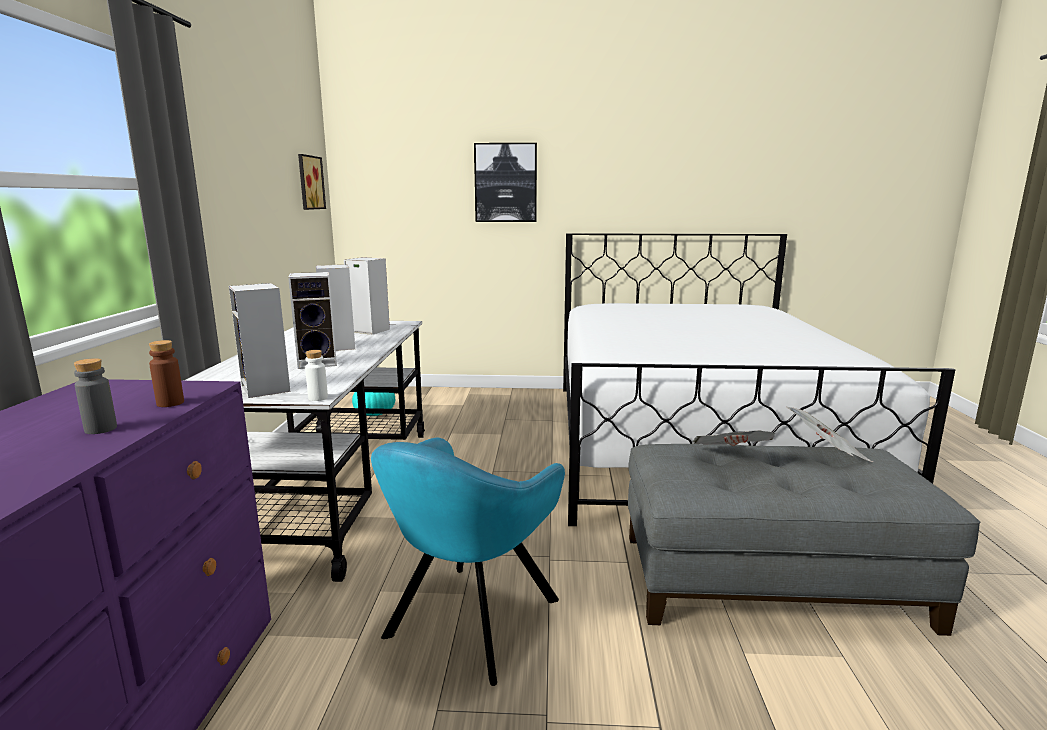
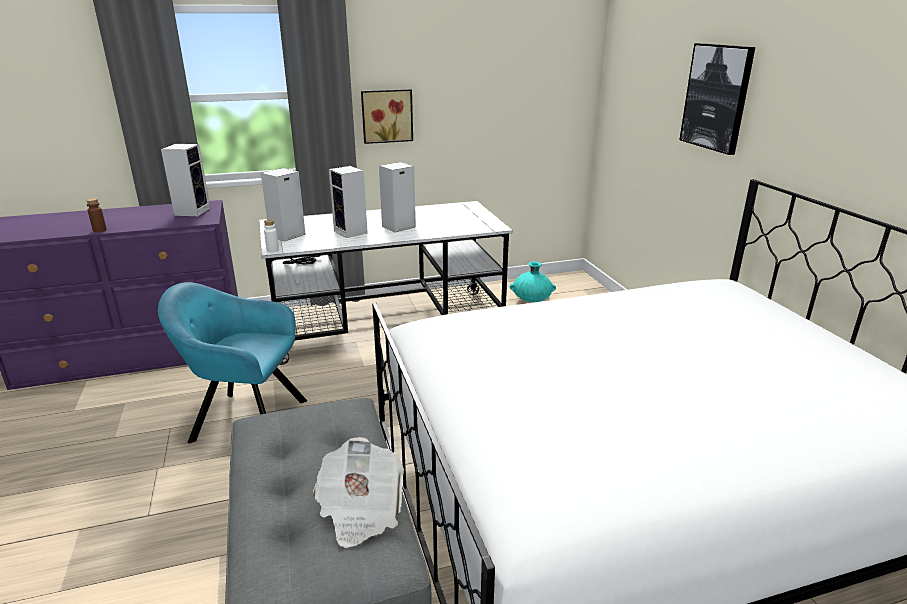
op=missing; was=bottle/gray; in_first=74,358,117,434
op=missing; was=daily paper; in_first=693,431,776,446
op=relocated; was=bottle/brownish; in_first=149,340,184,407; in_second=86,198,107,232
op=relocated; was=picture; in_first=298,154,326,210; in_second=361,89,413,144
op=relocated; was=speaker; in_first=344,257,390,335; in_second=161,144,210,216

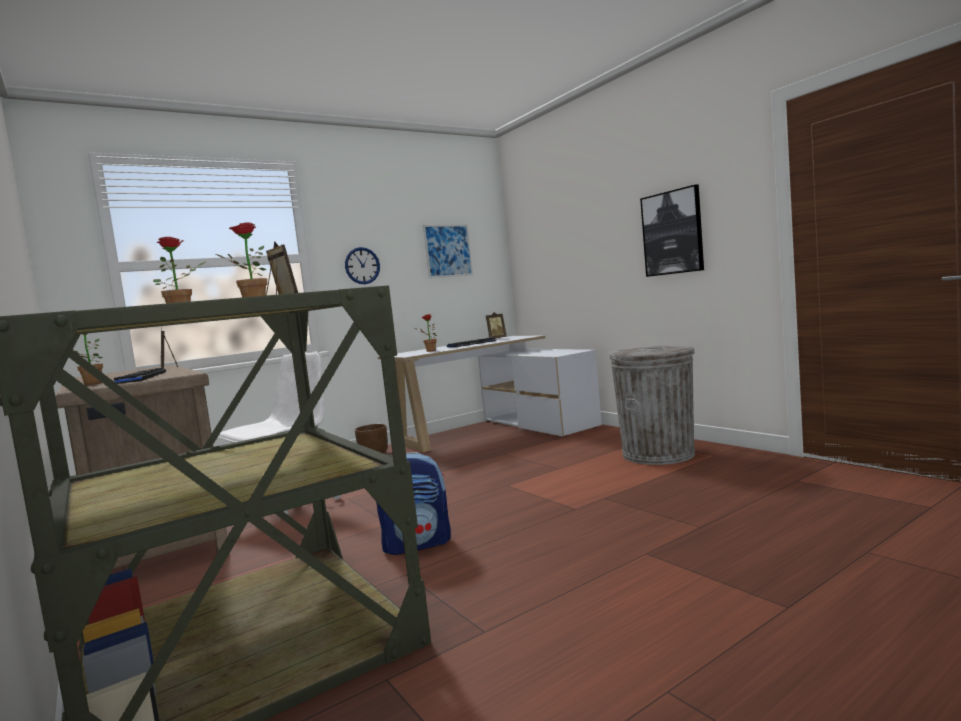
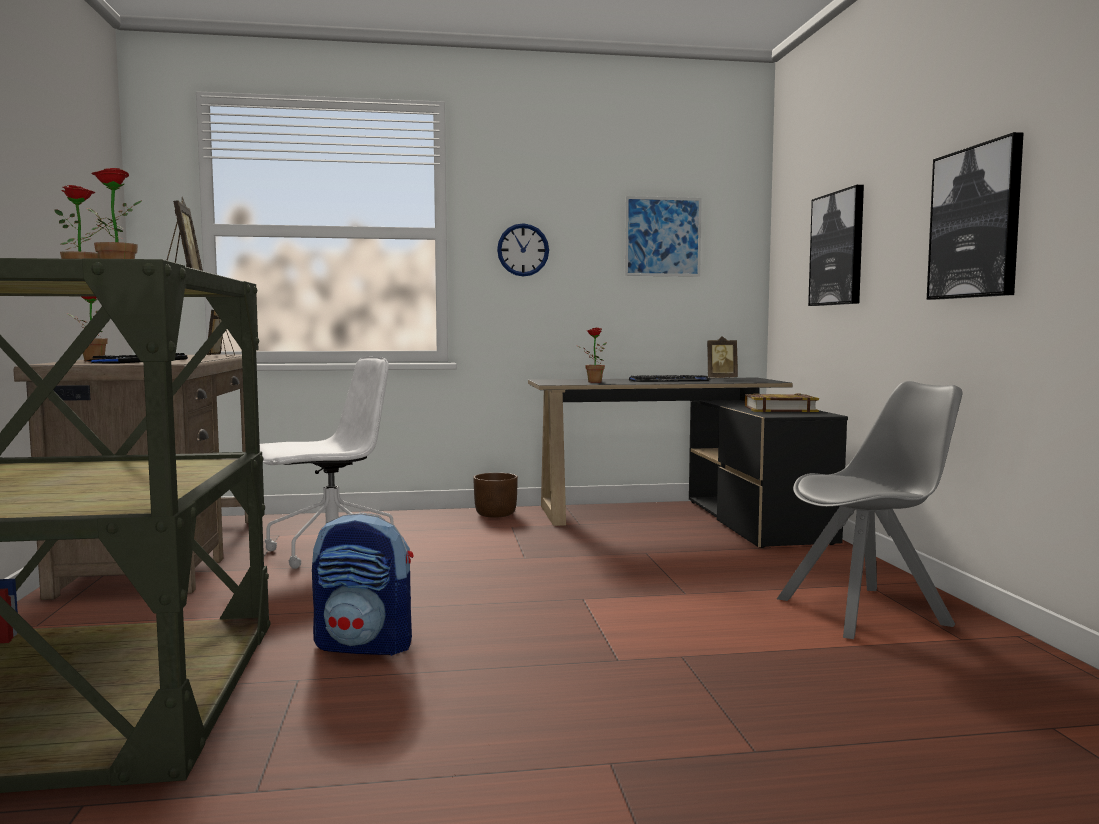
op=appeared; now=bound book; in_second=745,393,819,412
op=appeared; now=picture; in_second=808,185,864,306
op=exchanged; was=trash can/gray; now=plain chair/gray; in_first=608,345,695,465; in_second=777,381,962,639
op=colour; was=desk unit/white; now=desk unit/black-coloured; in_first=377,335,602,452; in_second=528,378,848,548

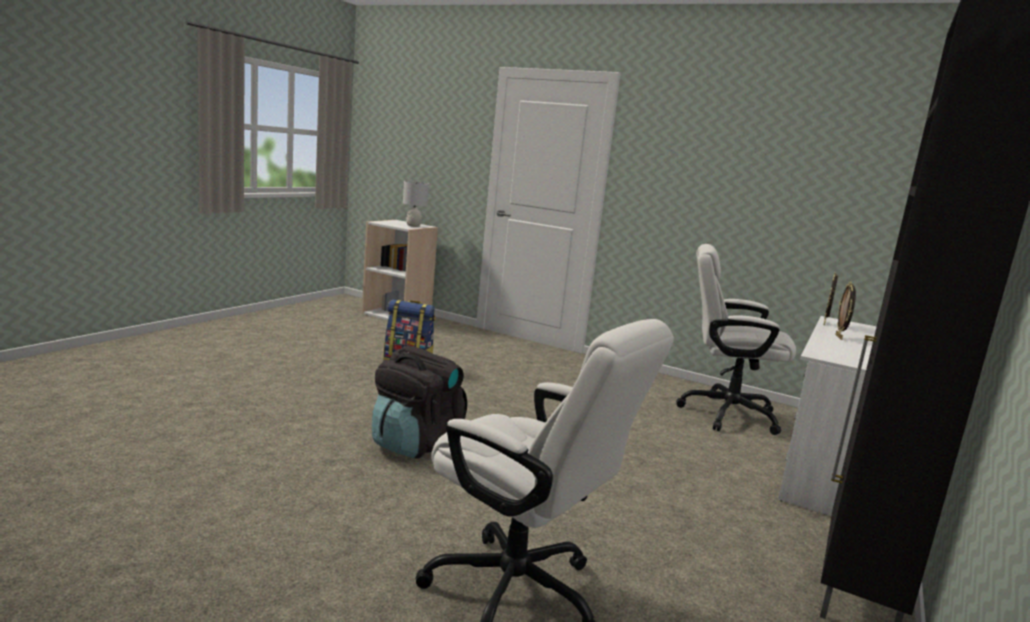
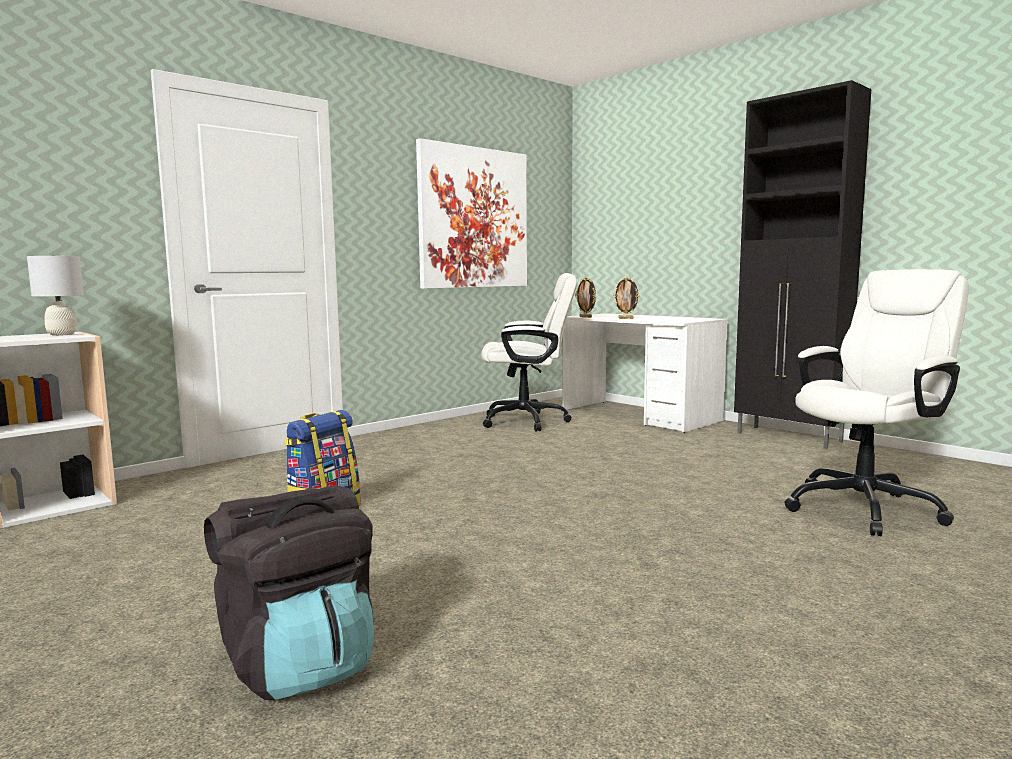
op=appeared; now=picture; in_second=416,138,527,289
op=relocated; was=backpack/black-coloured; in_first=372,346,467,459; in_second=204,486,374,700
op=spun; was=computer chair/white; in_first=676,244,796,435; in_second=481,273,577,431; clockwise=-120

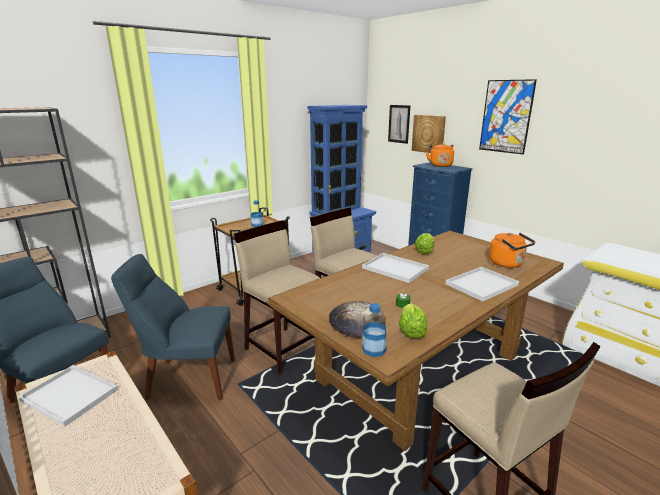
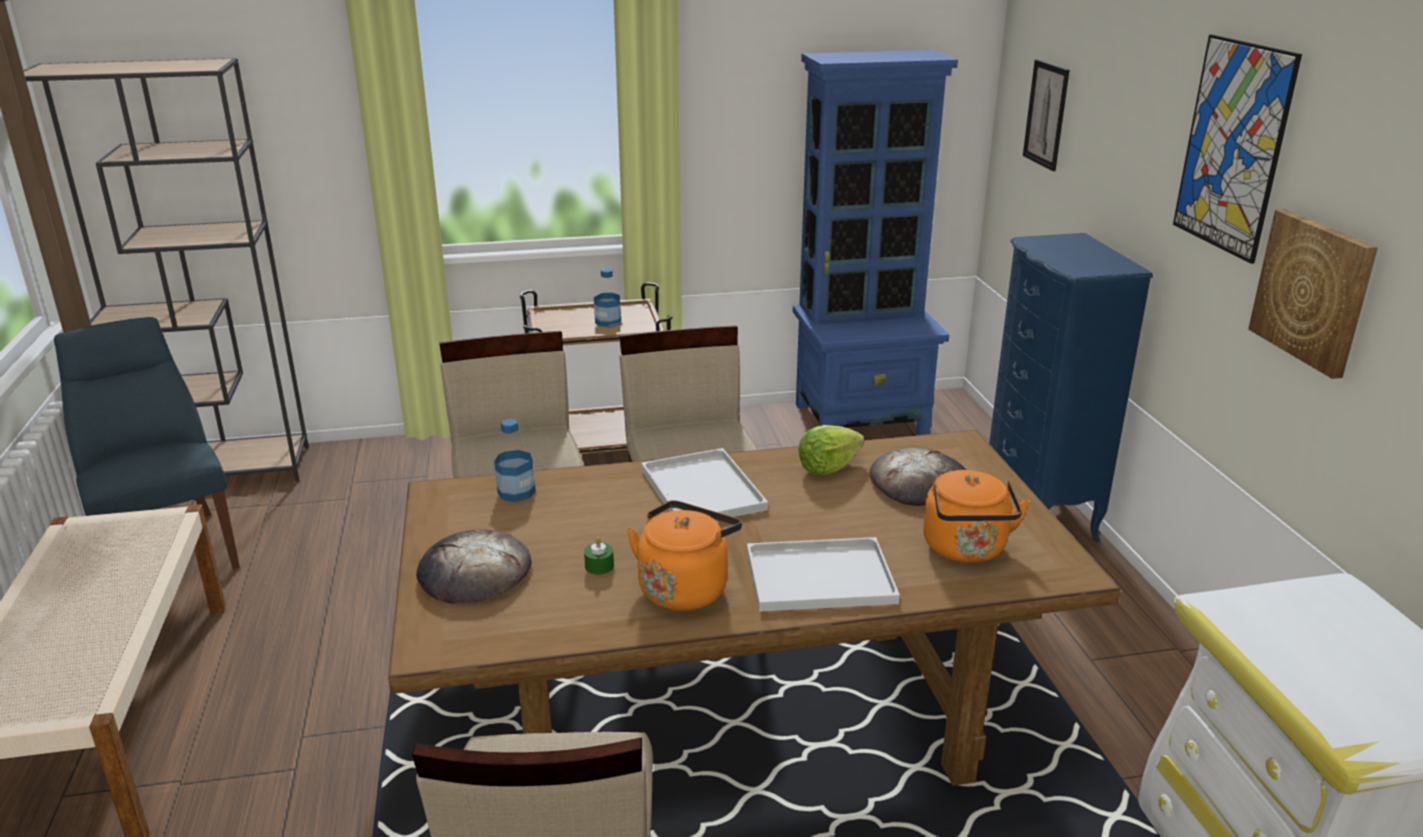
op=missing; was=tray/white; in_first=18,365,118,427
op=missing; was=plain chair/blue; in_first=111,254,235,400
op=missing; was=lettuce head; in_first=399,304,427,338
op=appeared; now=bread; in_second=869,447,966,506
op=relocated; was=bottle; in_first=362,303,386,357; in_second=494,419,536,502
op=relocated; was=picture; in_first=412,115,446,153; in_second=1248,209,1378,379
op=relocated; was=tea kettle/orange-coloured; in_first=426,143,454,167; in_second=626,500,742,611

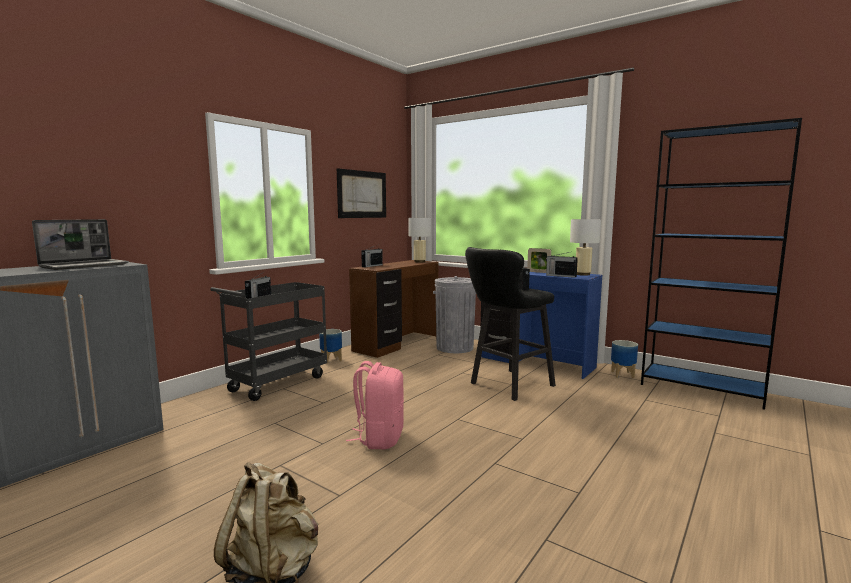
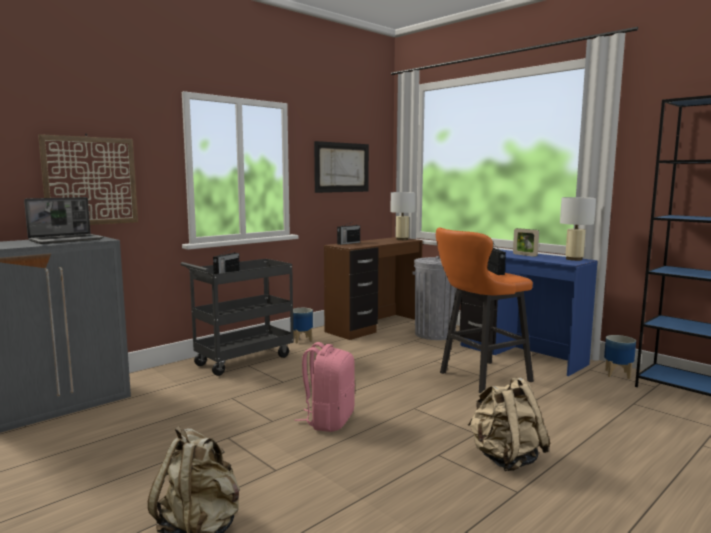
op=missing; was=radio; in_first=546,252,578,278
op=appeared; now=picture; in_second=38,134,138,225
op=appeared; now=backpack/sand-coloured; in_second=468,377,551,471
op=colour; was=sitting stool/black-coloured; now=sitting stool/orange-coloured; in_first=465,247,556,401; in_second=436,227,534,394

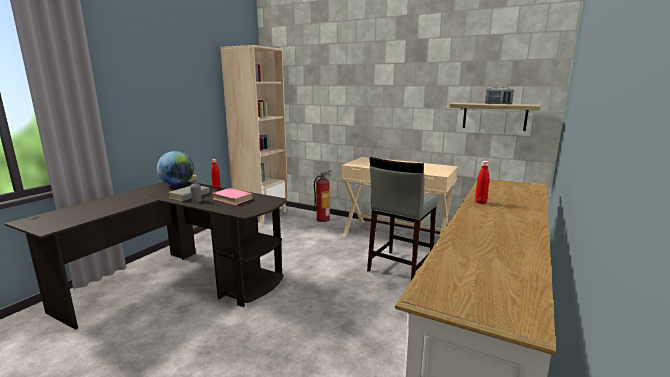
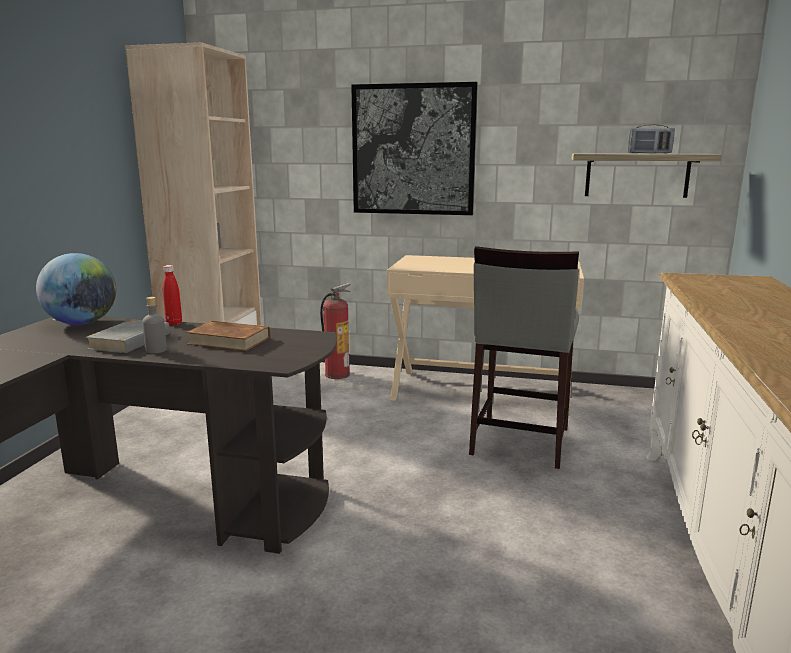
op=missing; was=bottle/red; in_first=475,161,489,204
op=appeared; now=picture; in_second=351,82,478,215
op=colour; was=bound book/pinkish; now=bound book/brownish; in_first=212,188,252,205; in_second=186,321,270,351

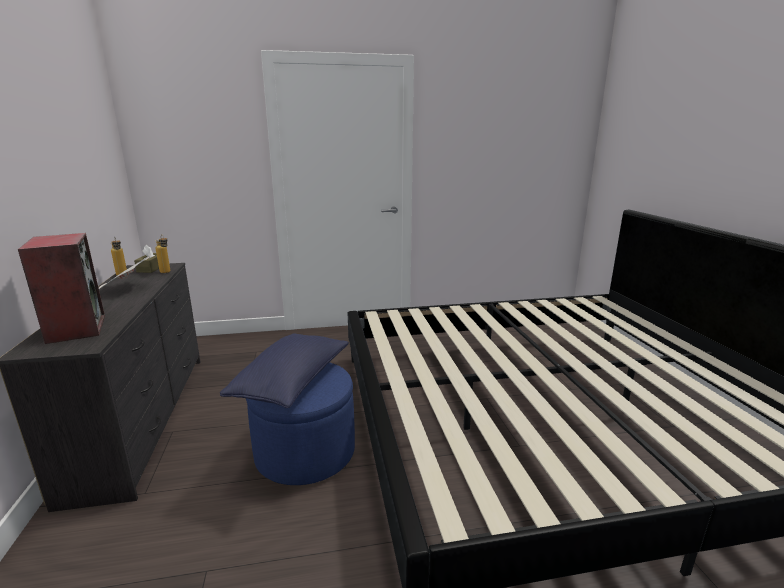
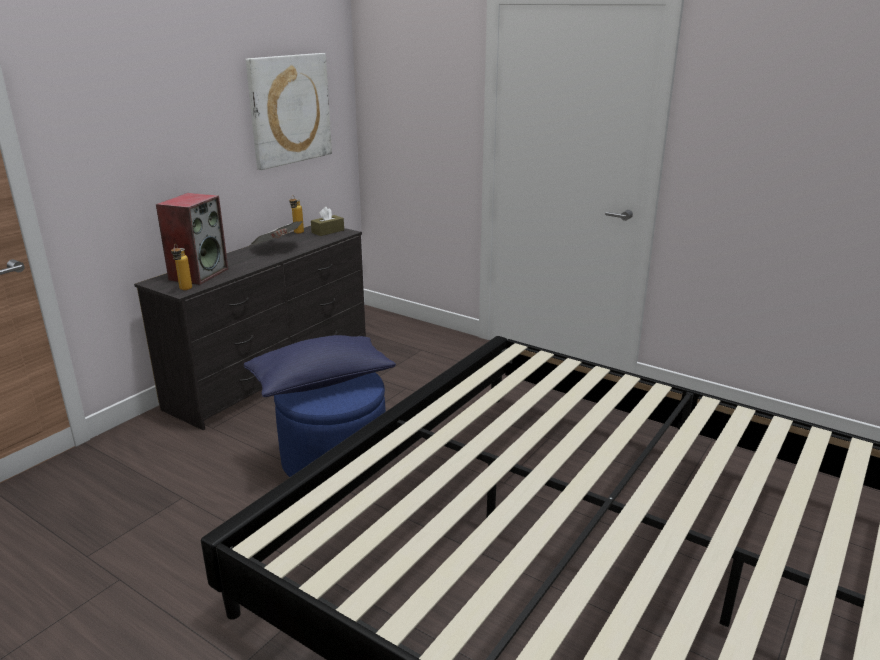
op=appeared; now=picture; in_second=246,53,332,170
op=relocated; was=bottle; in_first=156,234,171,273; in_second=171,244,192,290

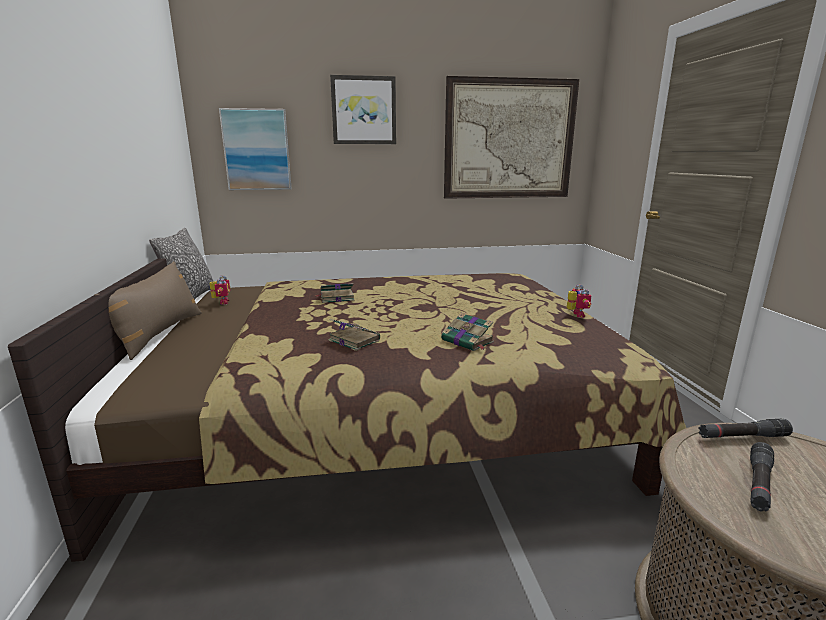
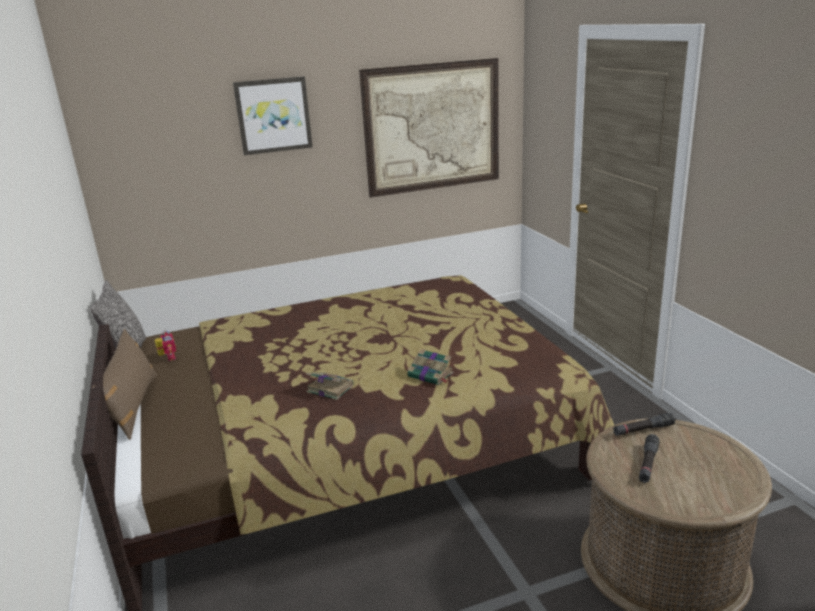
op=missing; was=picture; in_first=219,108,292,190
op=missing; was=bound book; in_first=316,283,355,303
op=missing; was=robot figure; in_first=567,284,591,318

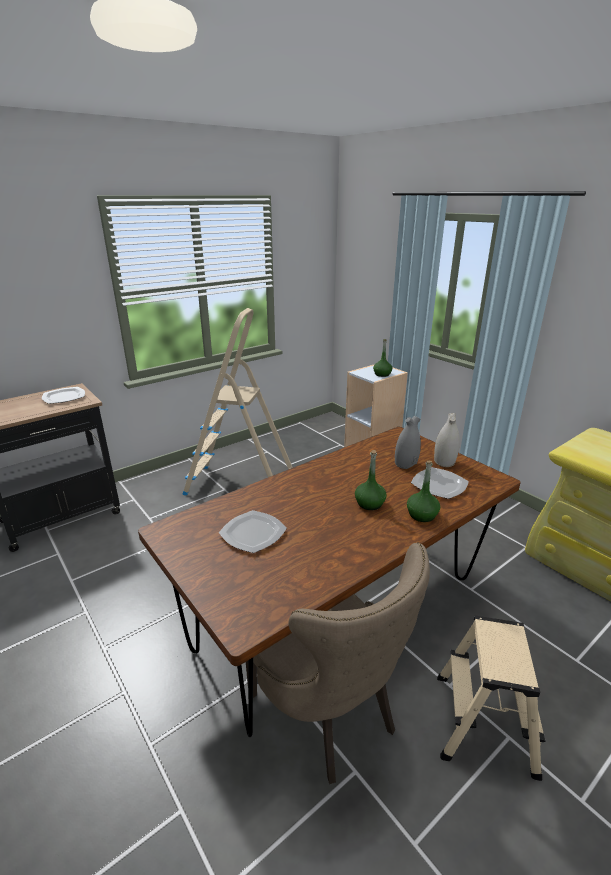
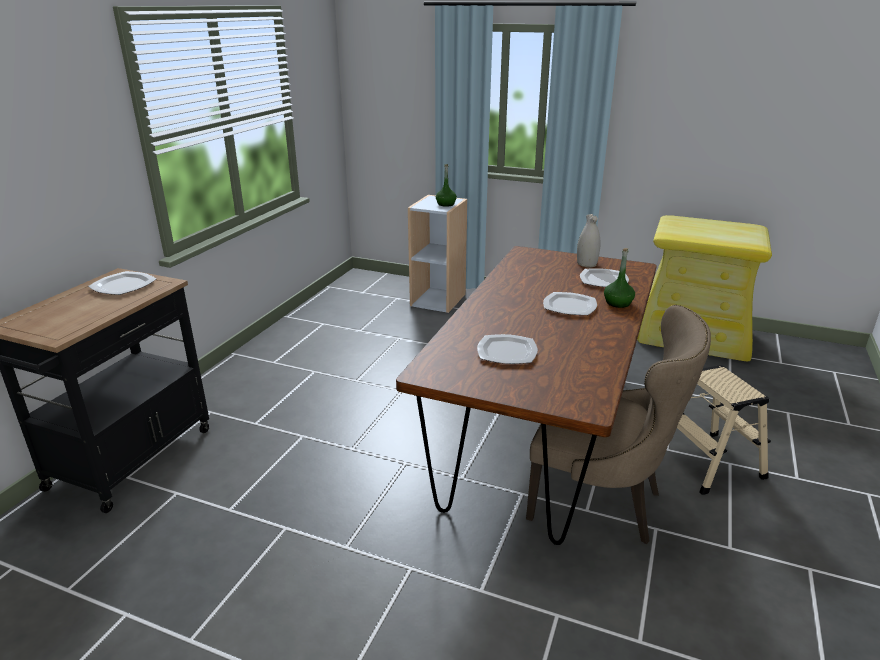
op=missing; was=step stool/sand-coloured; in_first=182,308,293,495
op=missing; was=vase/gray; in_first=395,416,421,469
op=exchanged; was=bottle/greenish; now=flat dish; in_first=355,450,387,510; in_second=543,292,597,315

